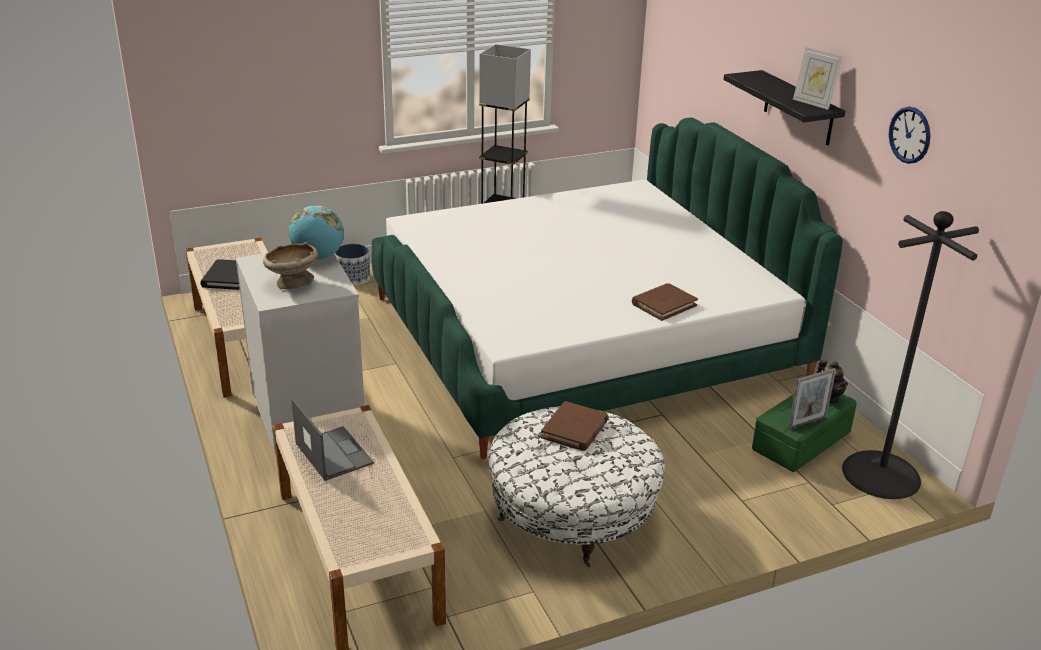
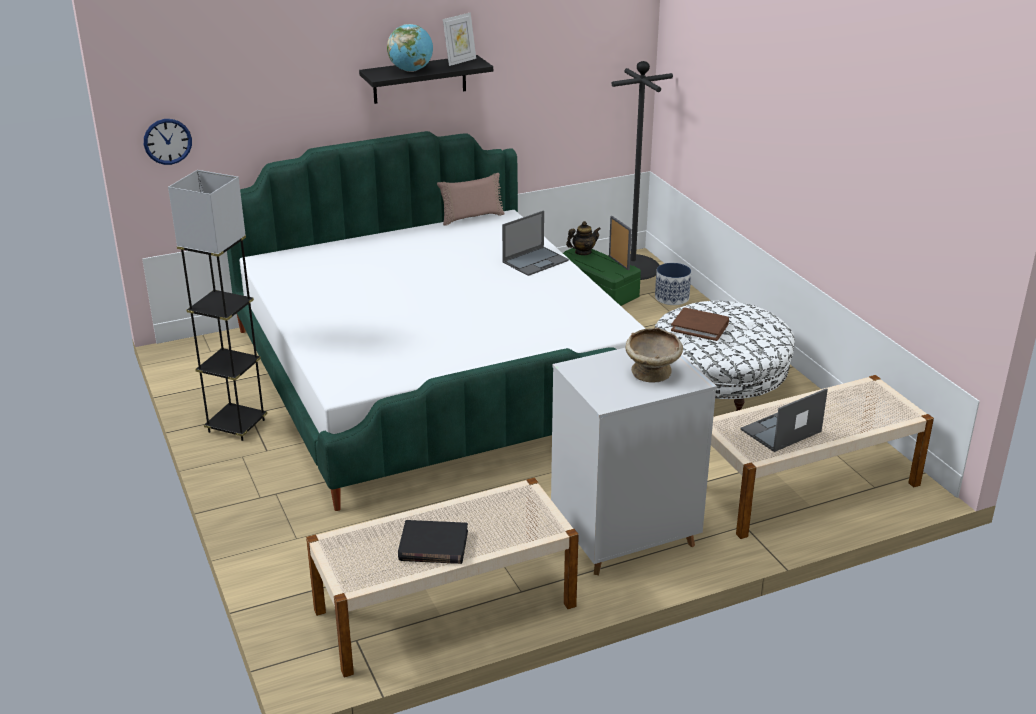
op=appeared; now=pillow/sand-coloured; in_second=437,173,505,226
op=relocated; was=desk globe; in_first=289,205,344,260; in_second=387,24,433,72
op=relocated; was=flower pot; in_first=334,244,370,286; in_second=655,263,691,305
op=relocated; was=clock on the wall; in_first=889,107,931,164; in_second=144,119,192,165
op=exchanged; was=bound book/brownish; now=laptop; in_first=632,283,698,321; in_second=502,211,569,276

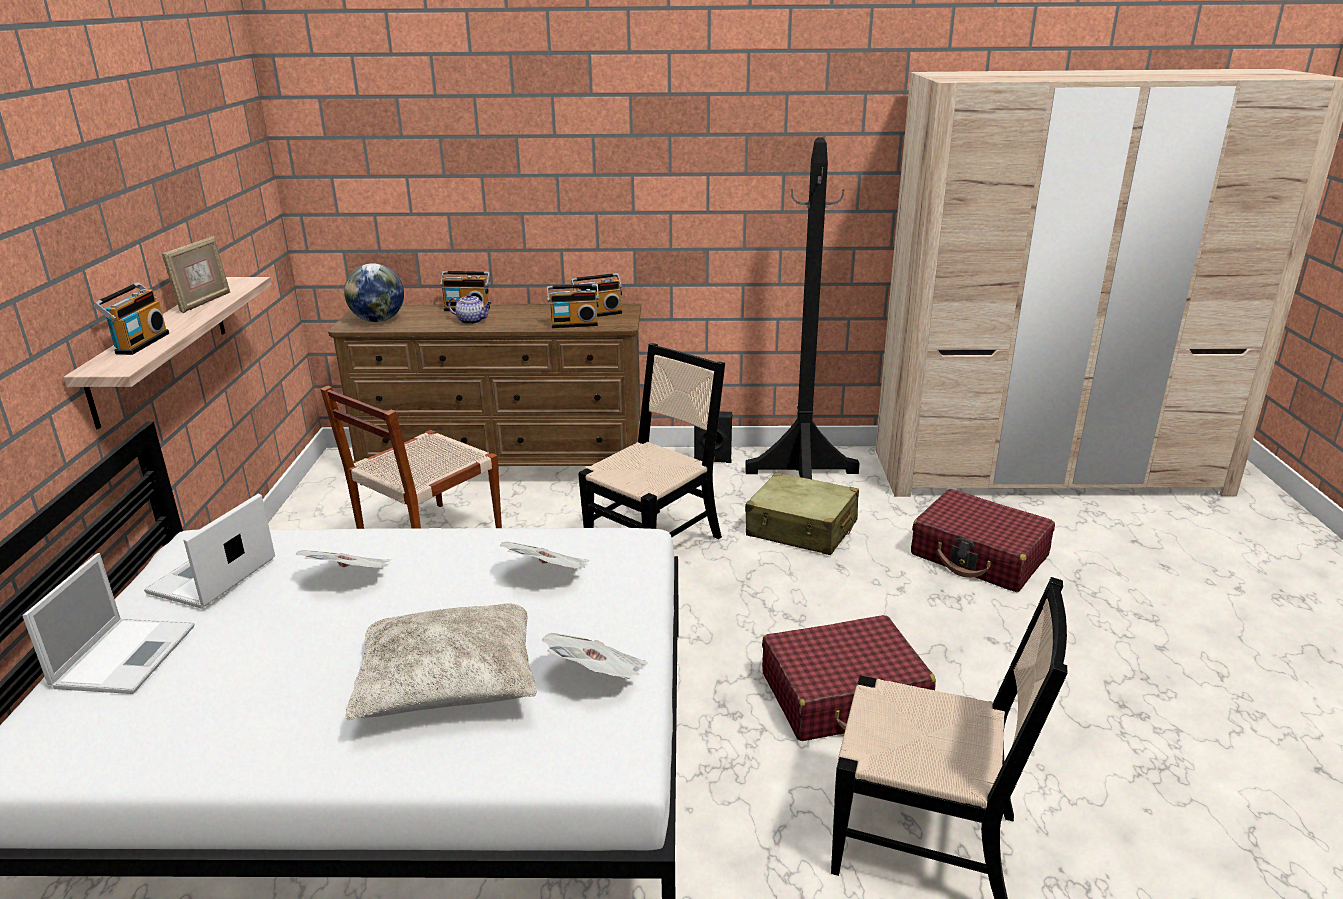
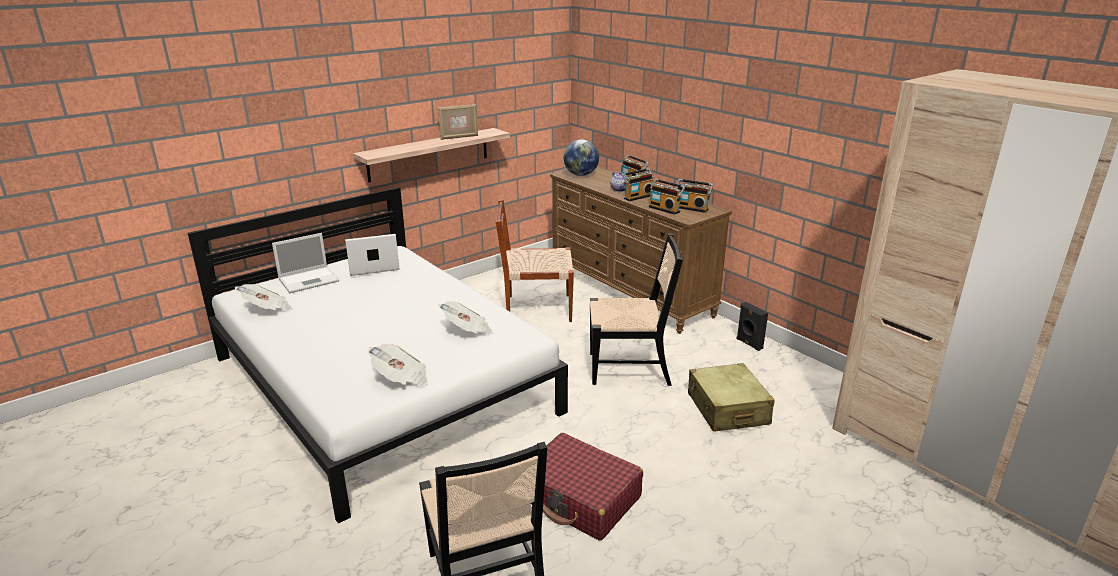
op=missing; was=pillow/sand-coloured; in_first=345,603,537,720
op=missing; was=garment rack/black-coloured; in_first=745,137,860,479
op=missing; was=suitcase/red; in_first=911,489,1055,592
op=relocated; was=radio; in_first=93,282,169,355; in_second=622,168,654,201
op=relocated; was=daily paper; in_first=296,550,391,568; in_second=235,284,293,310

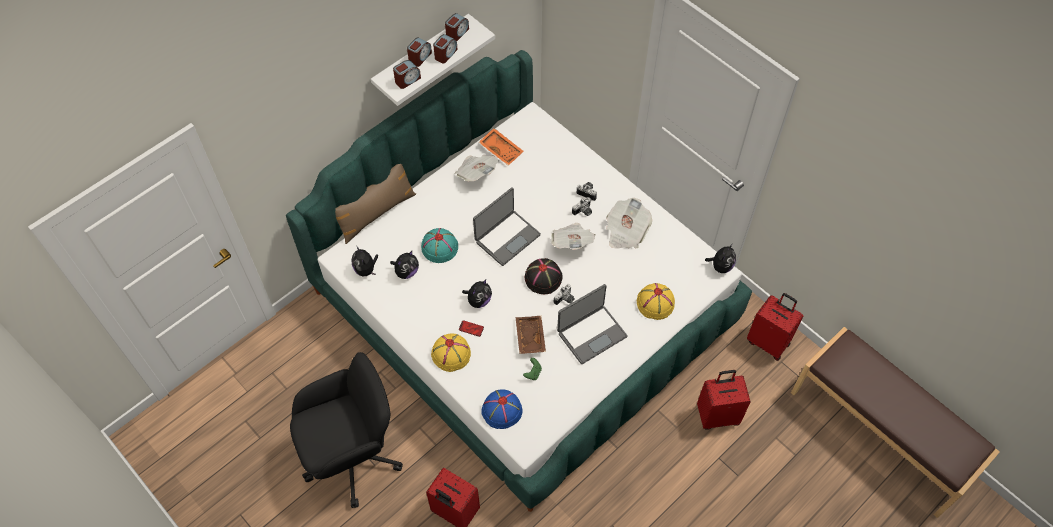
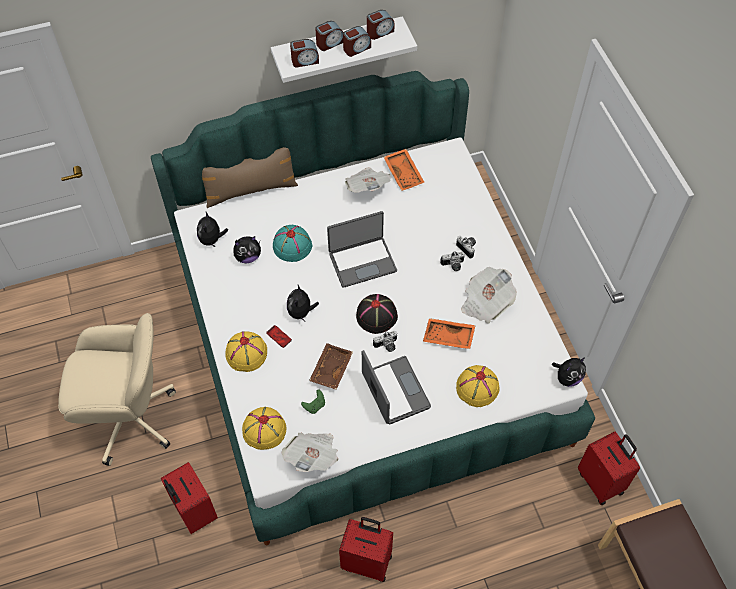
op=appeared; now=tray/orange-coloured; in_second=423,318,476,349
op=relocated; was=daily paper; in_first=551,223,595,250; in_second=282,433,338,472
op=relocated; was=suitcase/red; in_first=697,370,751,430; in_second=339,517,393,582
op=colour; was=computer chair/black-coloured; now=computer chair/sand-coloured; in_first=290,352,403,508; in_second=58,313,176,466
op=colour; was=clothing hat/blue; now=clothing hat/yellow; in_first=481,389,522,429; in_second=242,407,286,450
op=spun; was=plush toy; in_first=462,279,492,308; in_second=287,285,319,322; clockwise=120
op=spun; was=laptop; in_first=557,284,628,364; in_second=362,350,431,424; clockwise=-105

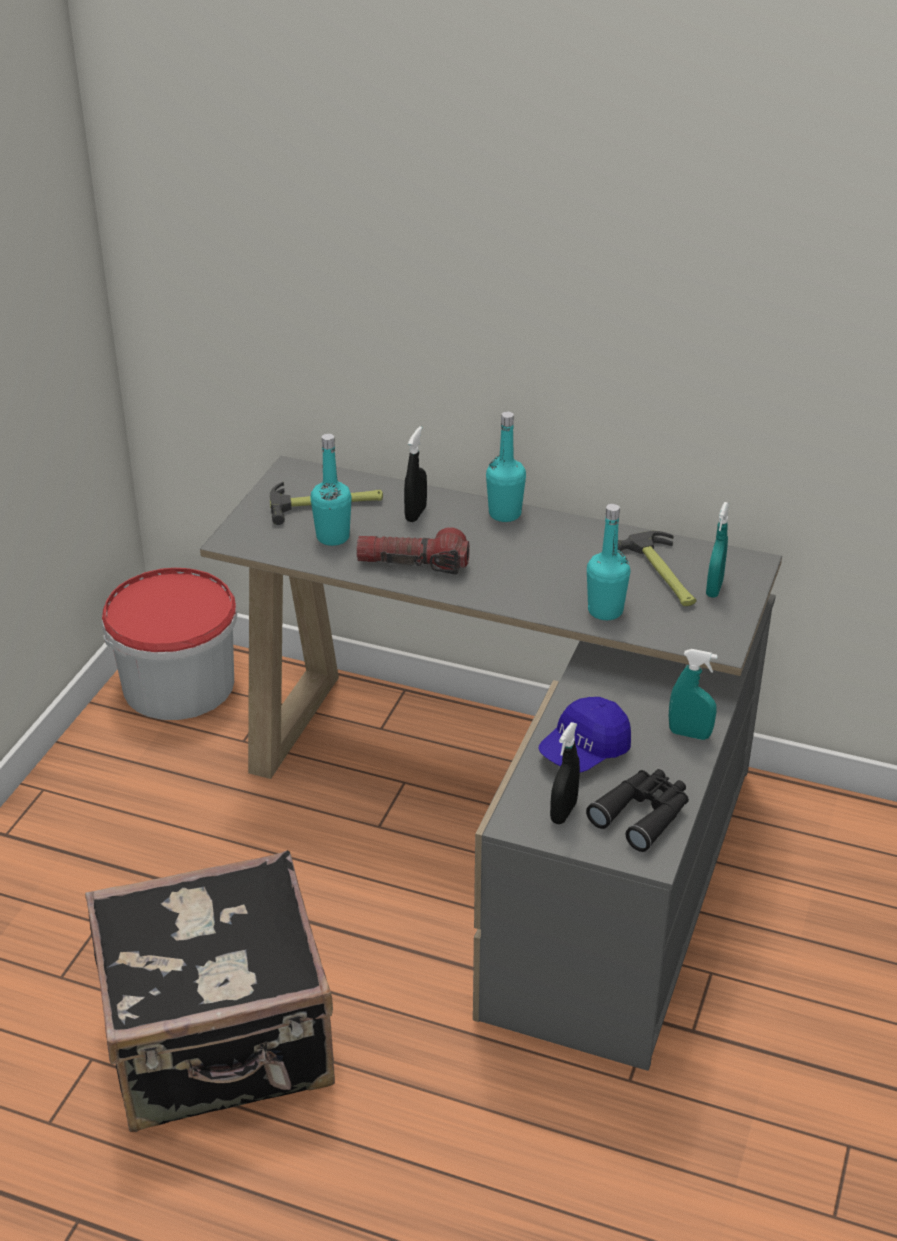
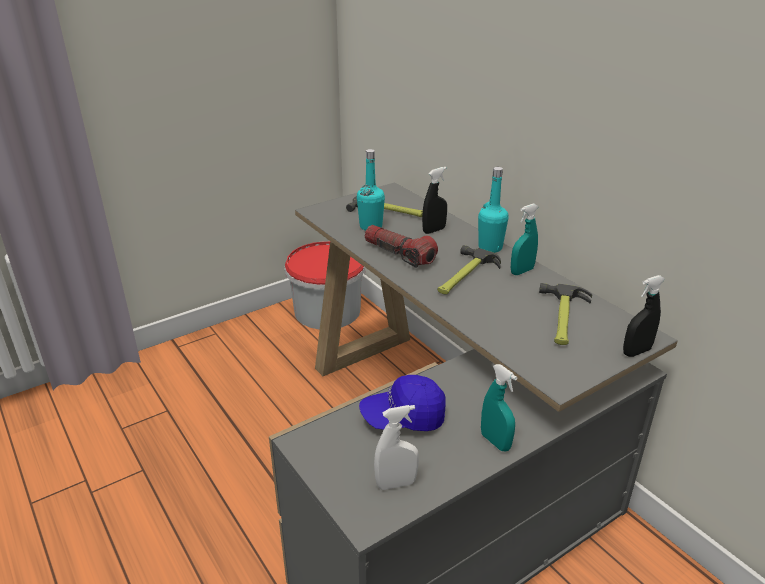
op=missing; was=suitcase/black-coloured; in_first=85,850,335,1132
op=missing; was=bottle/blue-green; in_first=587,504,630,620
op=appeared; now=hammer; in_second=437,245,501,295
op=relocated; was=sprayer/black-coloured; in_first=550,722,580,824; in_second=623,275,665,357
op=relocated; was=sprayer/blue-green; in_first=706,502,729,597; in_second=511,203,539,275
op=exchanged; was=binoculars/black-coloured; now=sprayer/white; in_first=586,769,689,852; in_second=374,405,419,490

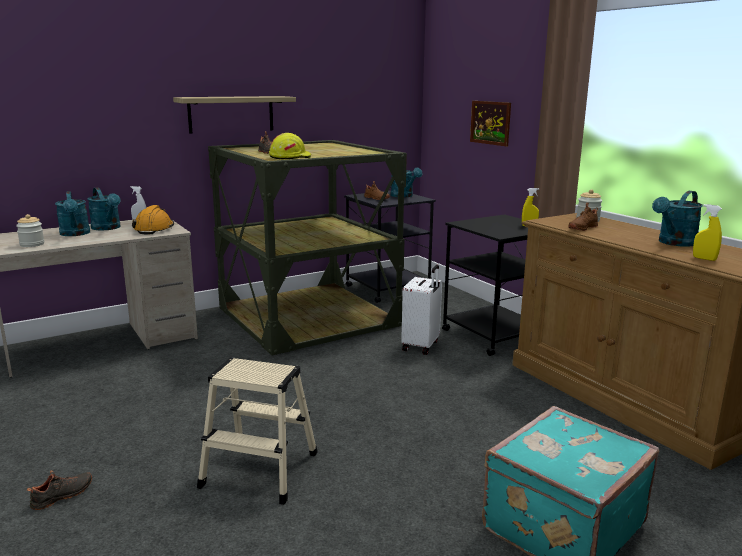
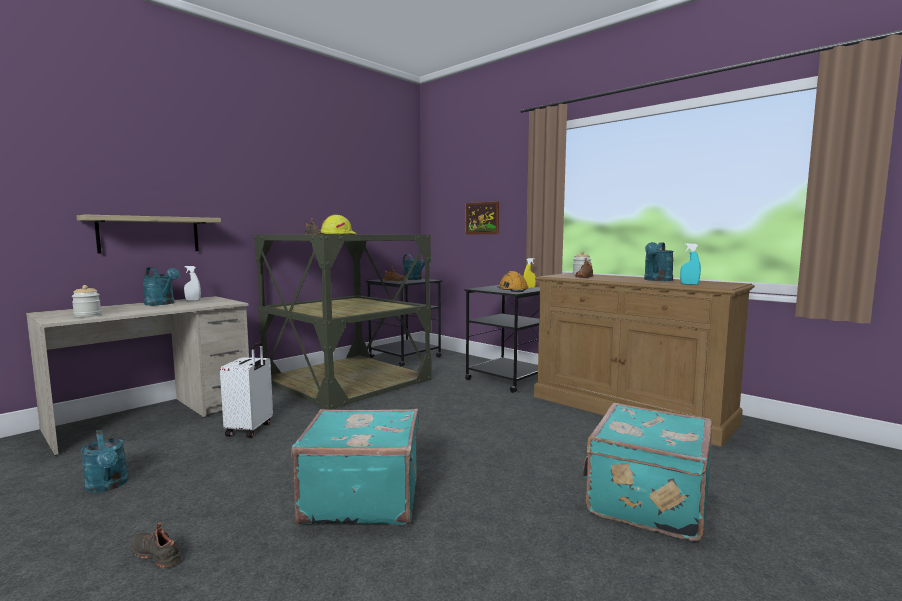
op=relocated; was=watering pot/blue-green; in_first=55,191,90,236; in_second=81,429,129,493
op=relocated; was=hard hat/orange-coloured; in_first=132,205,174,234; in_second=498,271,528,292
op=relocated; was=wall shelf; in_first=173,96,296,134; in_second=77,214,221,253
op=relocated; was=suitcase/white; in_first=401,265,442,355; in_second=220,342,273,438
op=exchanged; was=step stool/sand-coloured; now=suitcase/blue-green; in_first=197,357,318,505; in_second=291,409,419,525
op=colour; was=sprayer/yellow; now=sprayer/blue-green; in_first=693,204,722,261; in_second=680,243,701,285
op=spun; was=item of footwear/black-coloured; in_first=27,470,92,510; in_second=131,523,181,568; clockwise=-90

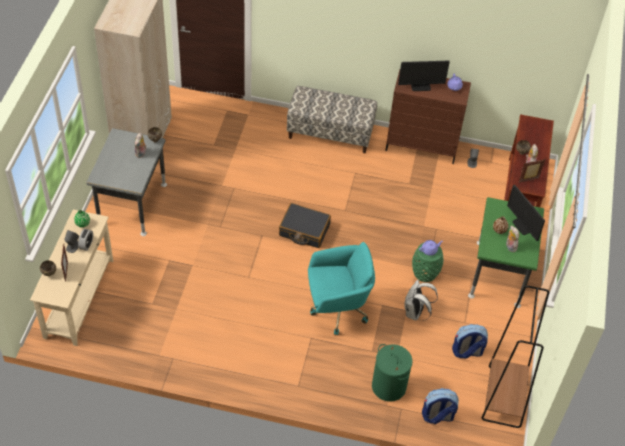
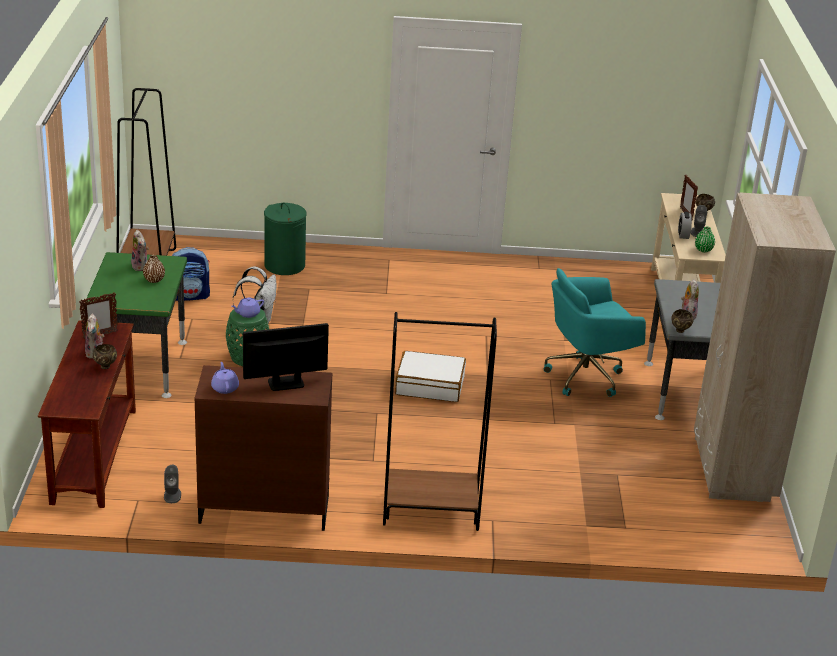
op=missing; was=backpack; in_first=422,388,459,424
op=missing; was=computer display; in_first=507,185,545,241
op=relocated; was=computer chair/blue-green; in_first=308,242,375,335; in_second=544,268,646,397
op=exchanged; was=bench; now=garment rack; in_first=287,86,377,153; in_second=383,312,497,531
op=colour; was=suitcase/black-coloured; now=suitcase/white; in_first=279,203,331,248; in_second=395,351,466,402

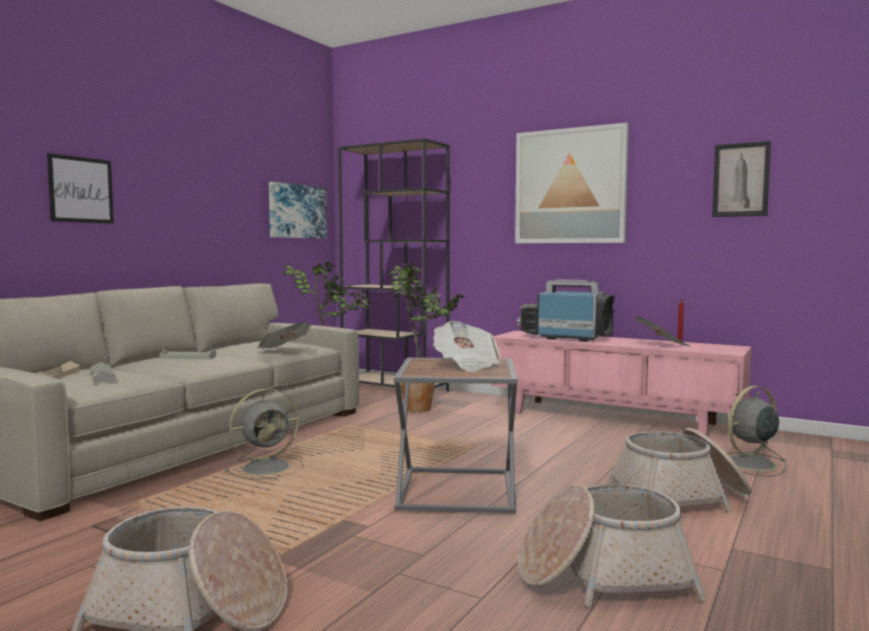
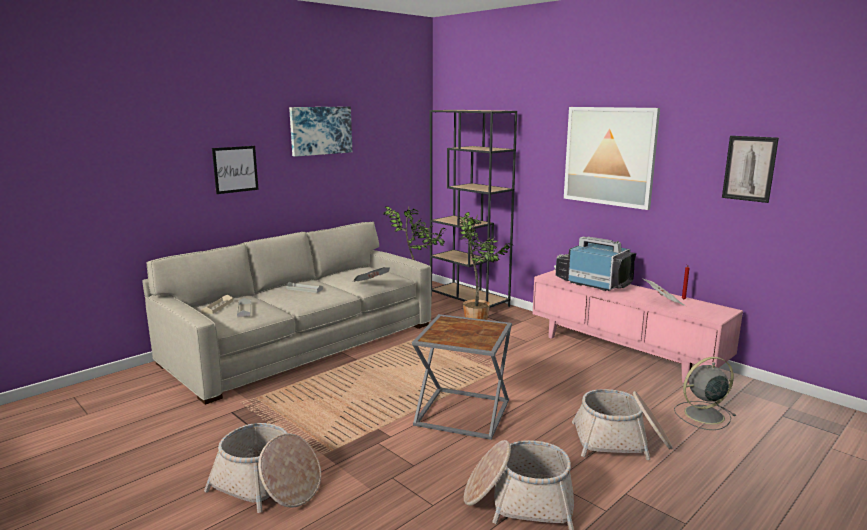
op=missing; was=cooling fan/gray; in_first=225,388,303,480
op=missing; was=daily paper; in_first=433,321,501,372
op=relocated; was=picture; in_first=269,182,327,239; in_second=289,107,352,157

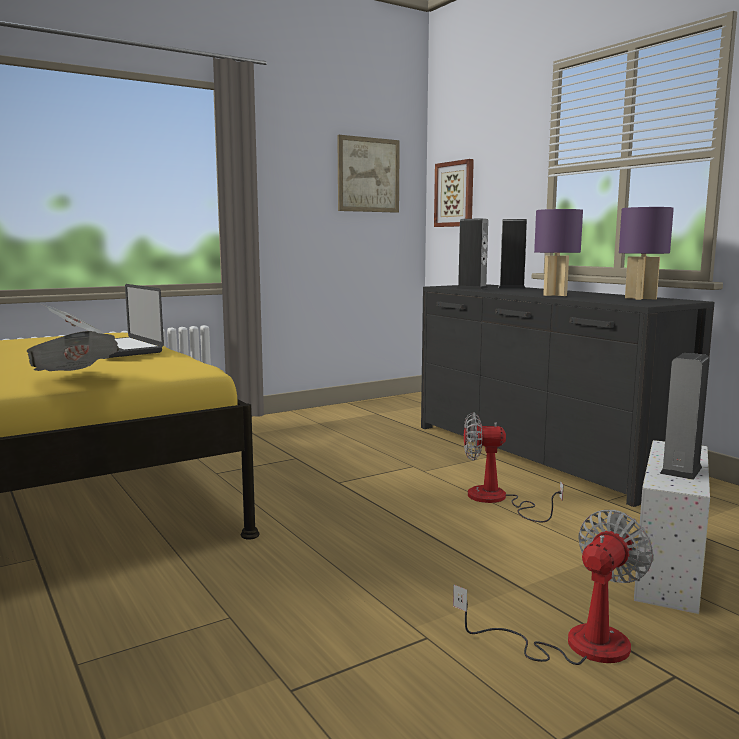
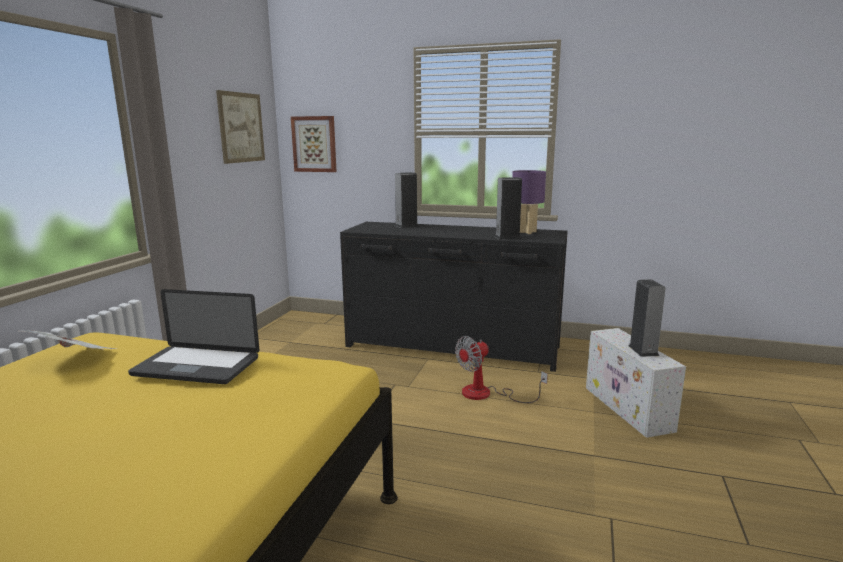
op=missing; was=daily paper; in_first=26,331,119,371
op=missing; was=cooling fan; in_first=453,510,654,665
op=missing; was=table lamp/purplish; in_first=534,209,583,296
op=relocated; was=speaker; in_first=456,218,488,290; in_second=494,177,522,239

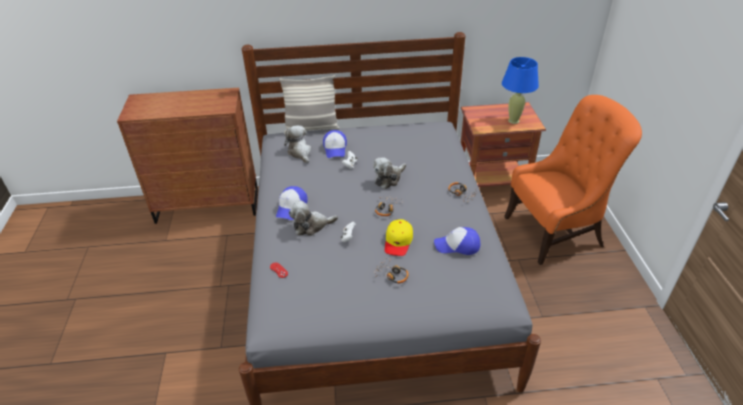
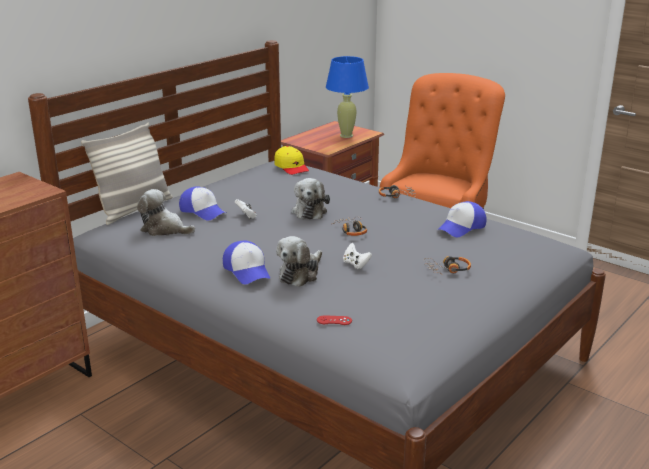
op=relocated; was=peaked cap/yellow; in_first=385,219,413,256; in_second=274,146,309,175

